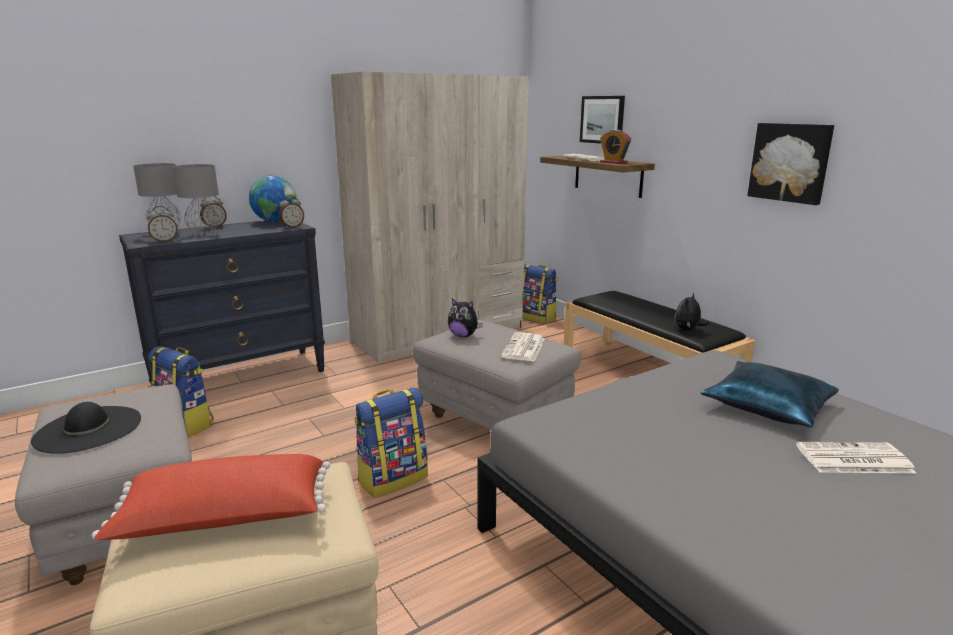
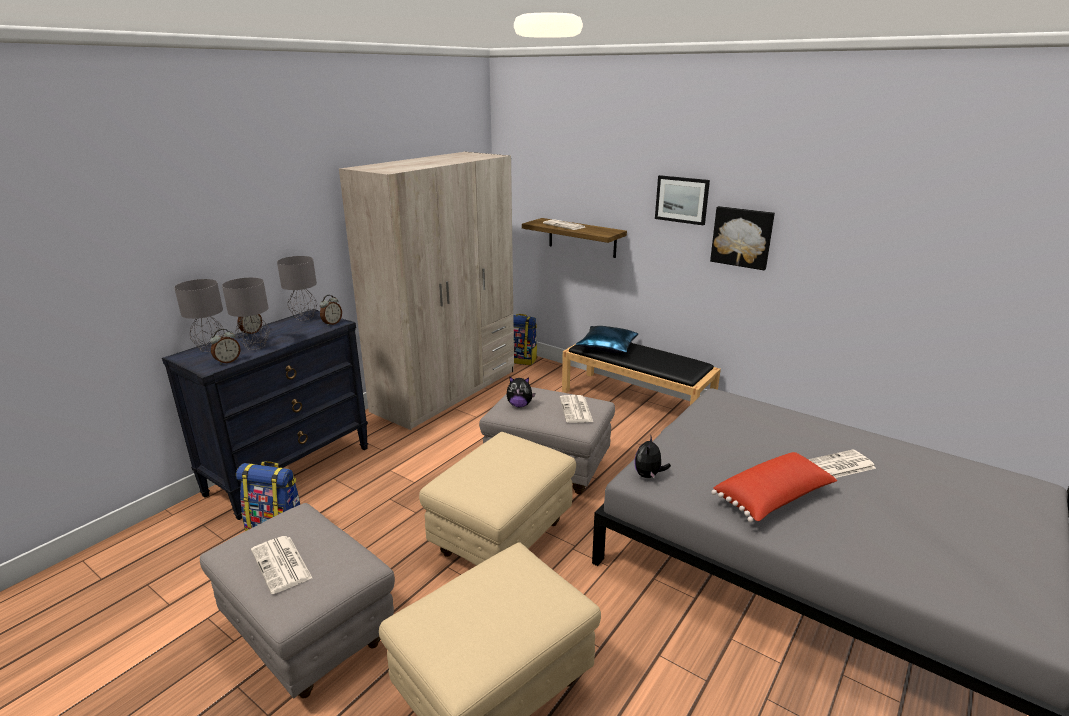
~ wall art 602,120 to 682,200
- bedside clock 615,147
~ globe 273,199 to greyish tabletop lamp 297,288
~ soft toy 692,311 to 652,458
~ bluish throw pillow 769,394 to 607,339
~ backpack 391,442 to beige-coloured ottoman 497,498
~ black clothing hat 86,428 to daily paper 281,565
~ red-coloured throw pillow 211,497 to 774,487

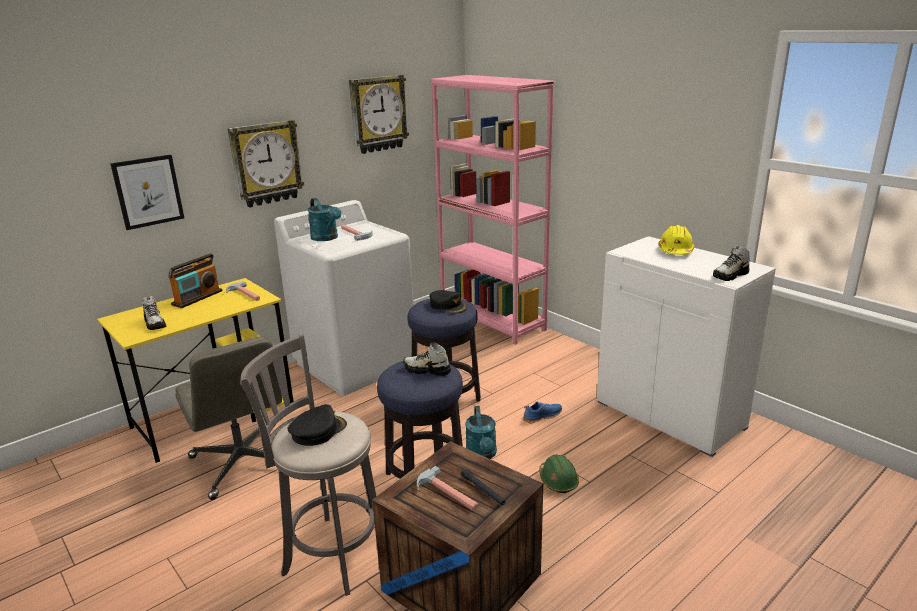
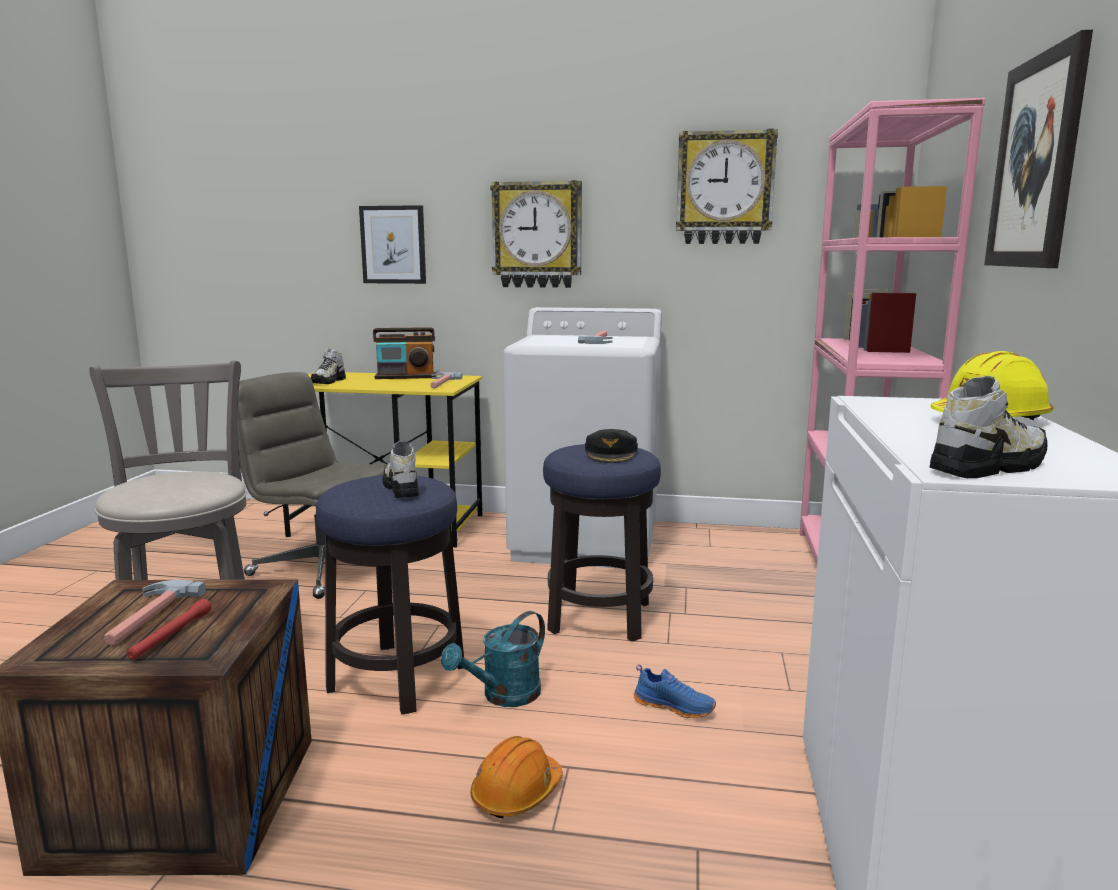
- turquoise-coloured watering pot 324,219
~ item of footwear 731,263 = 988,427 135 degrees clockwise
~ greyish computer chair 228,418 = 312,485 105 degrees clockwise
- black baseball cap 317,425
~ greenish safety helmet 559,473 to orange safety helmet 516,777
~ black torch 483,486 to red-coloured torch 169,629
+ wall art 1038,149

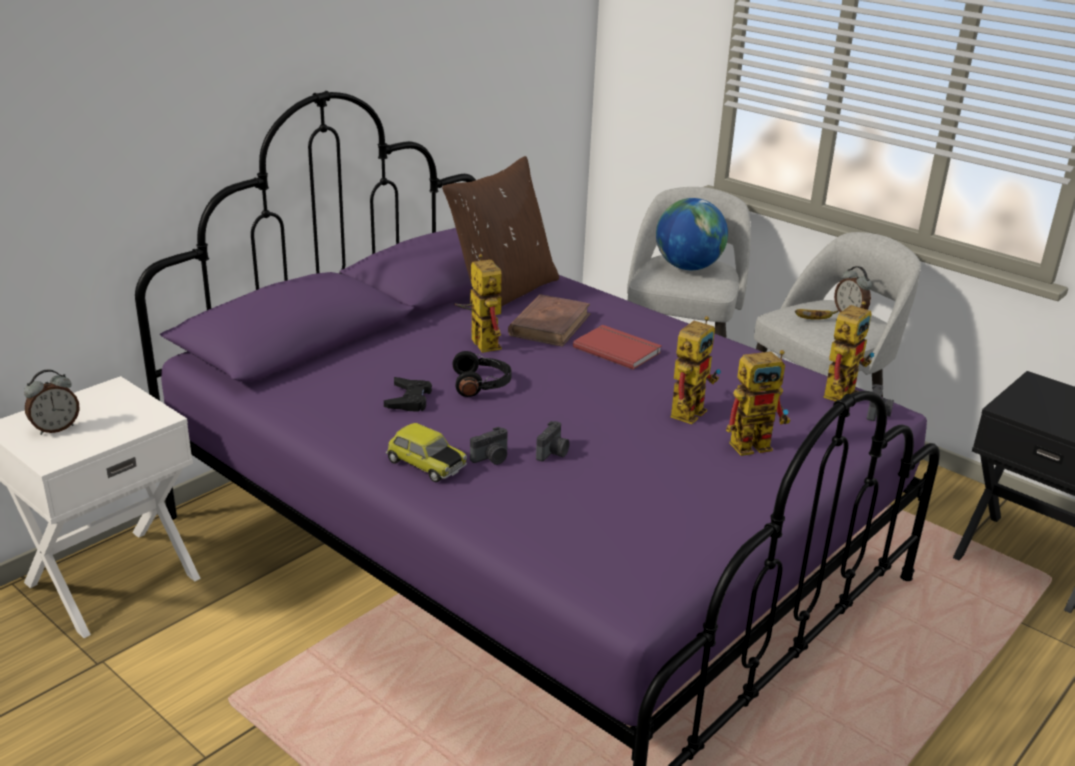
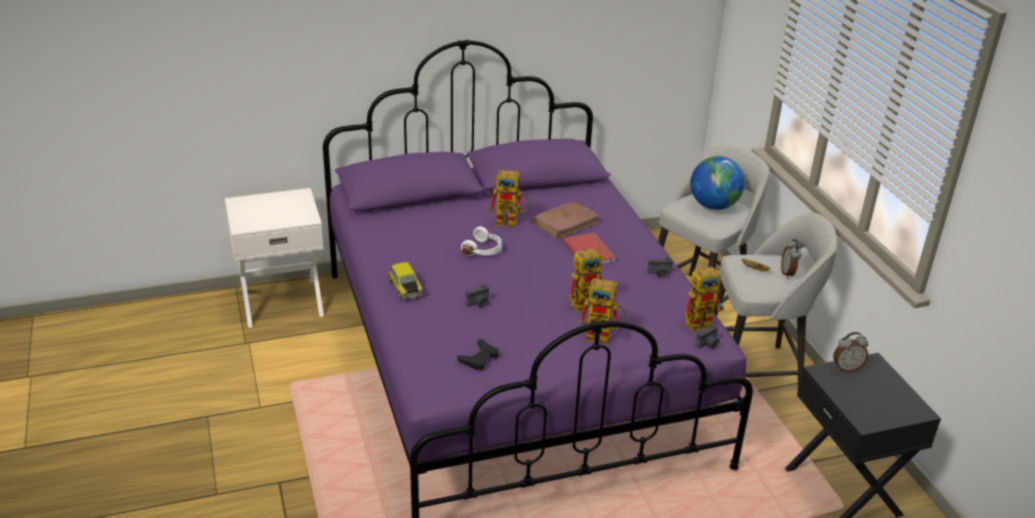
- brown-coloured throw pillow 500,231
~ model robot 478,303 = 509,199 90 degrees clockwise
~ black headphones 482,374 to white headphones 481,241
~ bedside clock 51,402 to 850,352
~ black game controller 408,394 to 478,354
~ photo camera 489,446 to 660,267

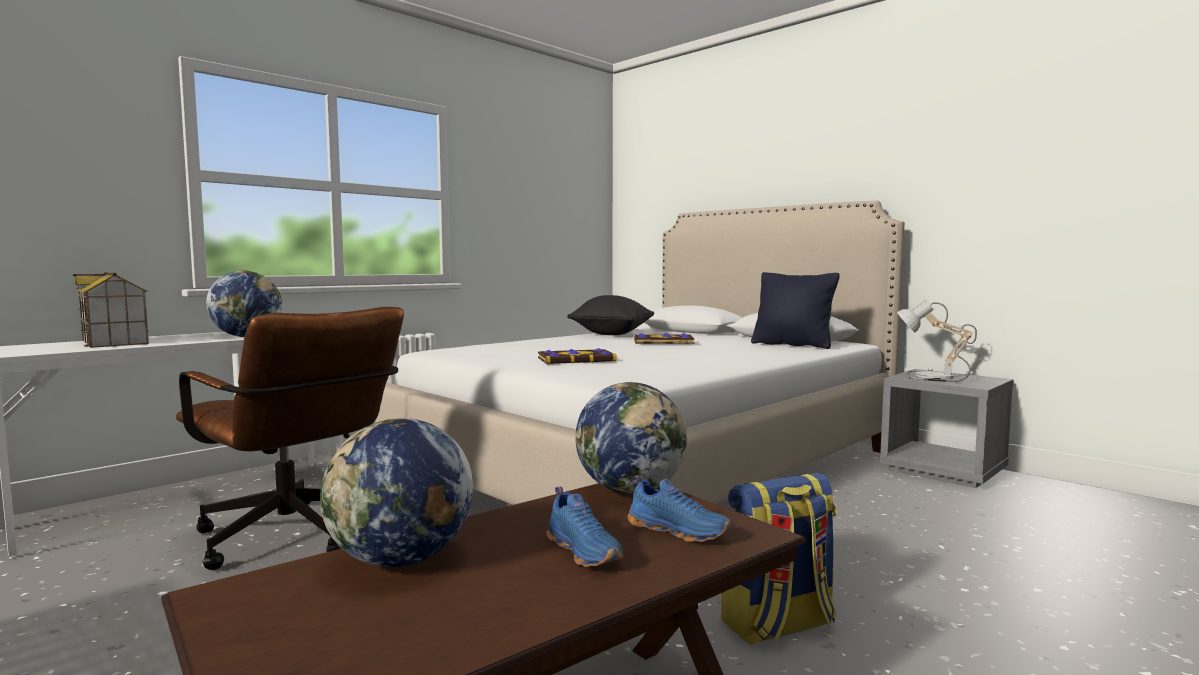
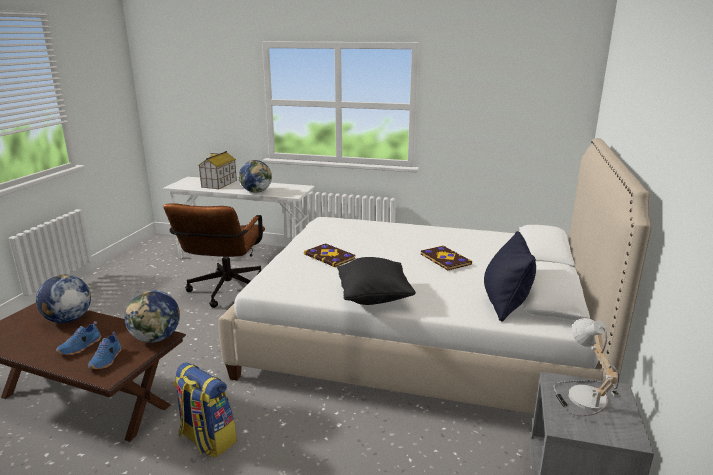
~ black throw pillow 610,315 to 376,281

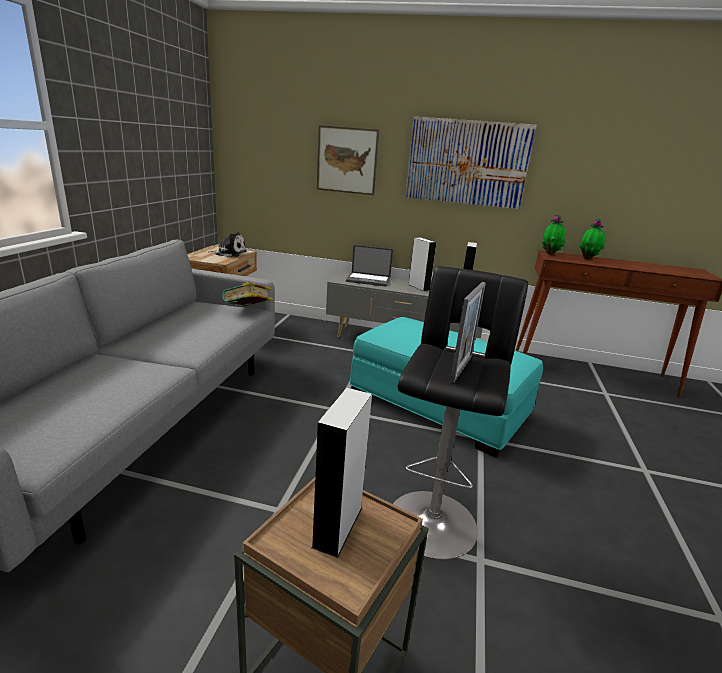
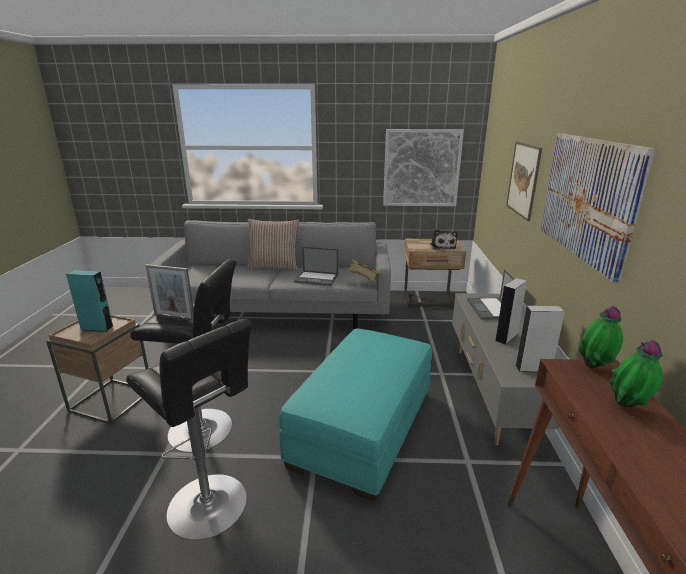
~ greyish audio speaker 341,473 to turquoise-coloured audio speaker 90,301
+ wall art 423,167
+ throw pillow 272,245
+ portable computer 316,266
+ black stool 189,429

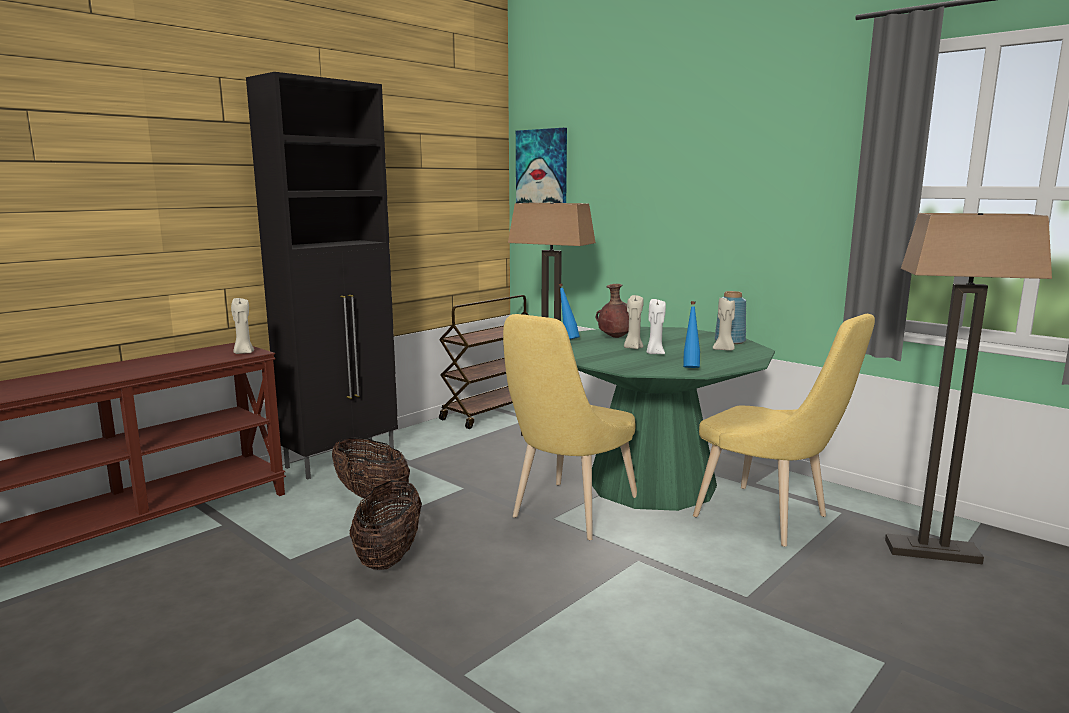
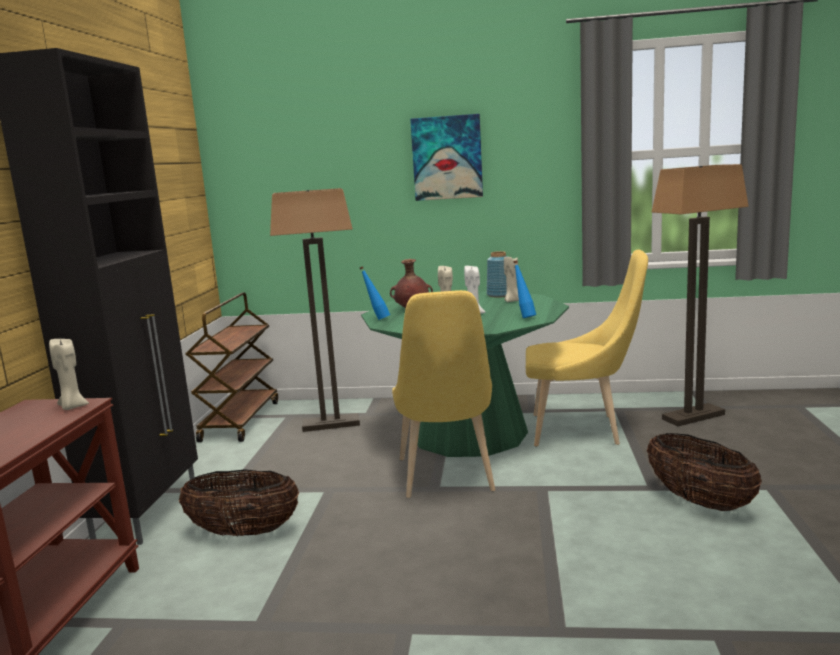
~ wall art 541,165 to 446,157
~ household basket 386,525 to 704,472

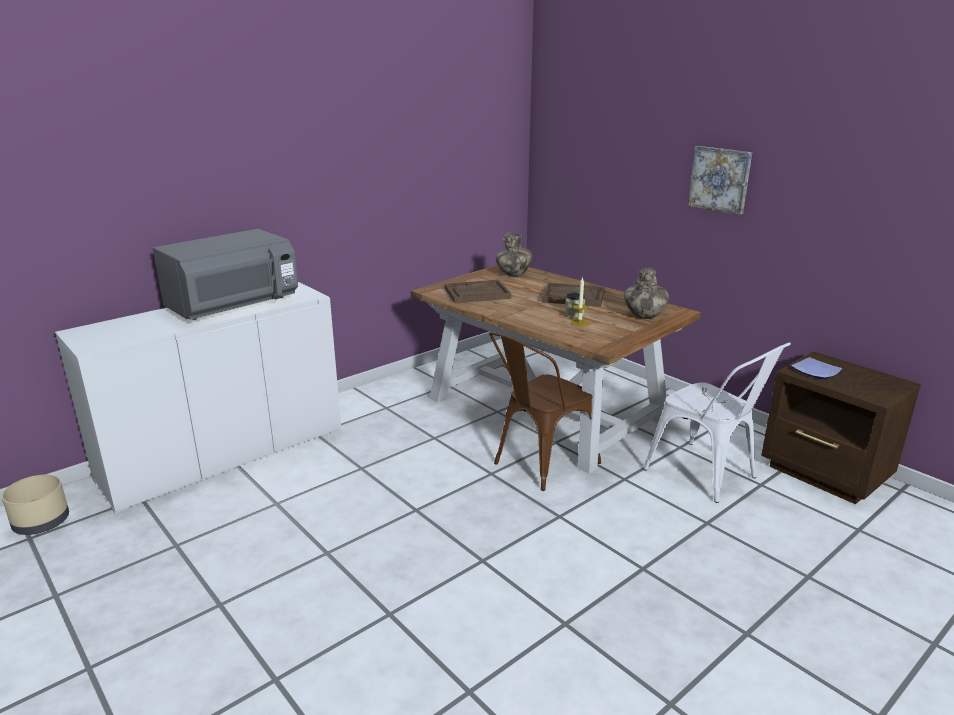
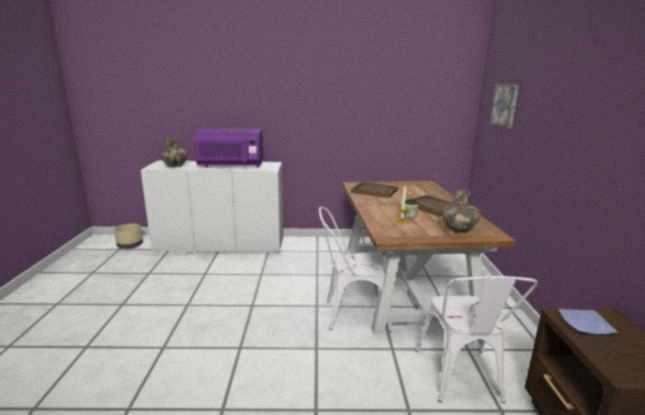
~ wall art 720,180 to 504,106
~ greyish kitchen microwave 225,274 to purplish kitchen microwave 228,147
~ flower vase 514,254 to 174,151
~ brown-coloured upright chair 545,411 to white upright chair 355,269

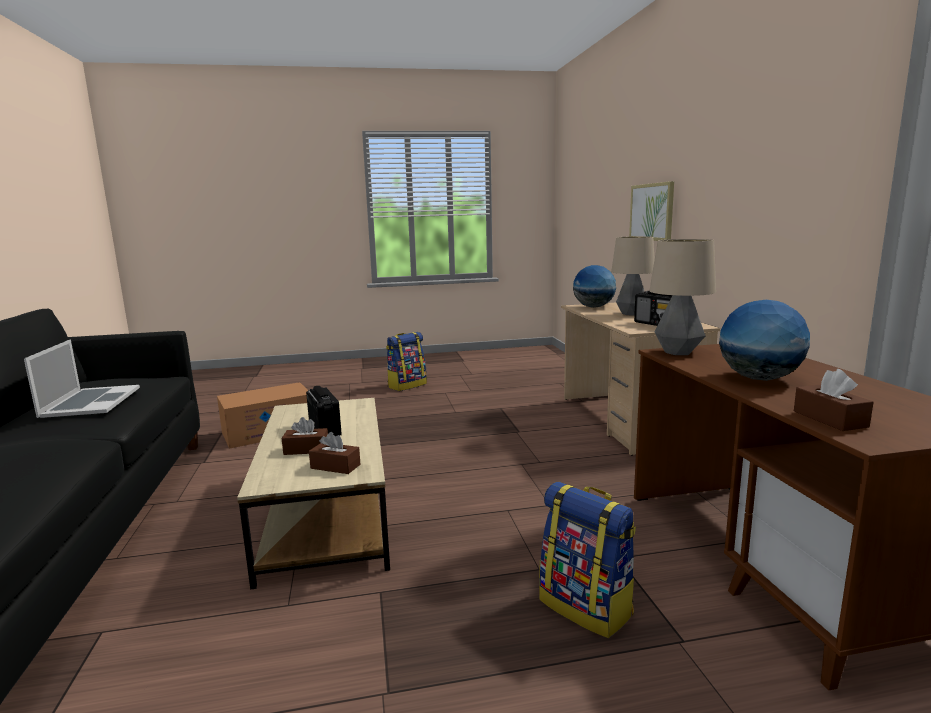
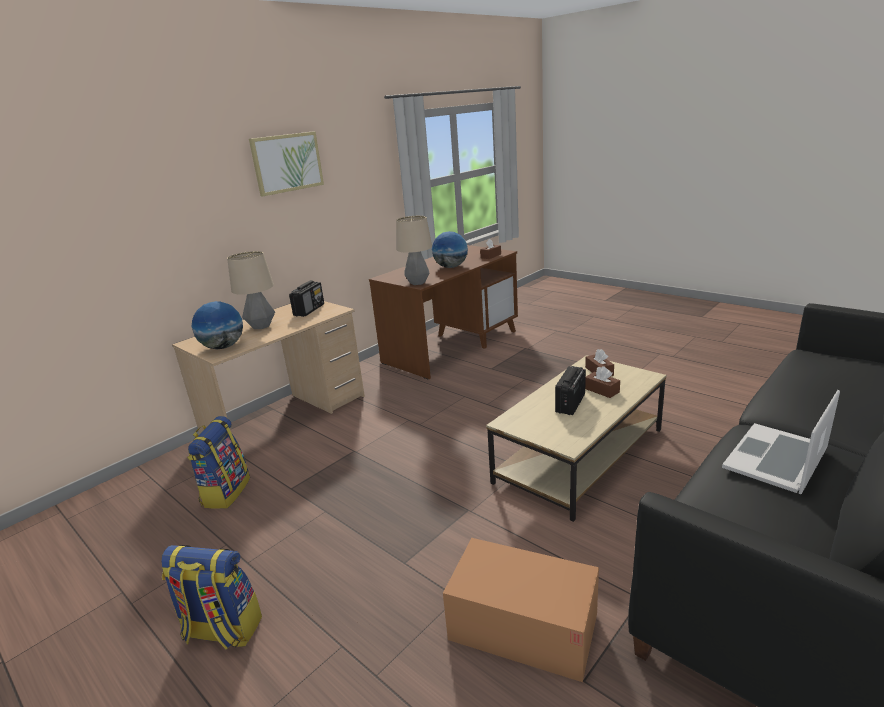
~ wall art 651,211 to 286,163
~ backpack 587,560 to 218,462

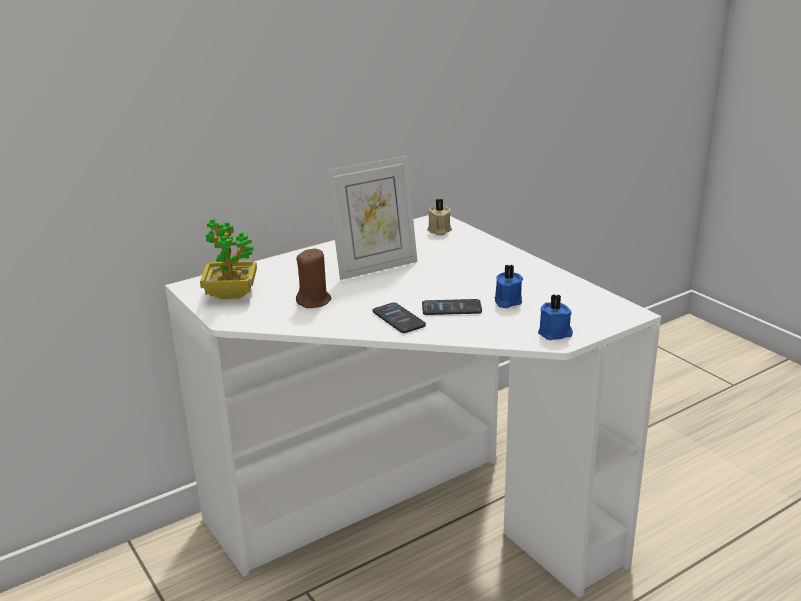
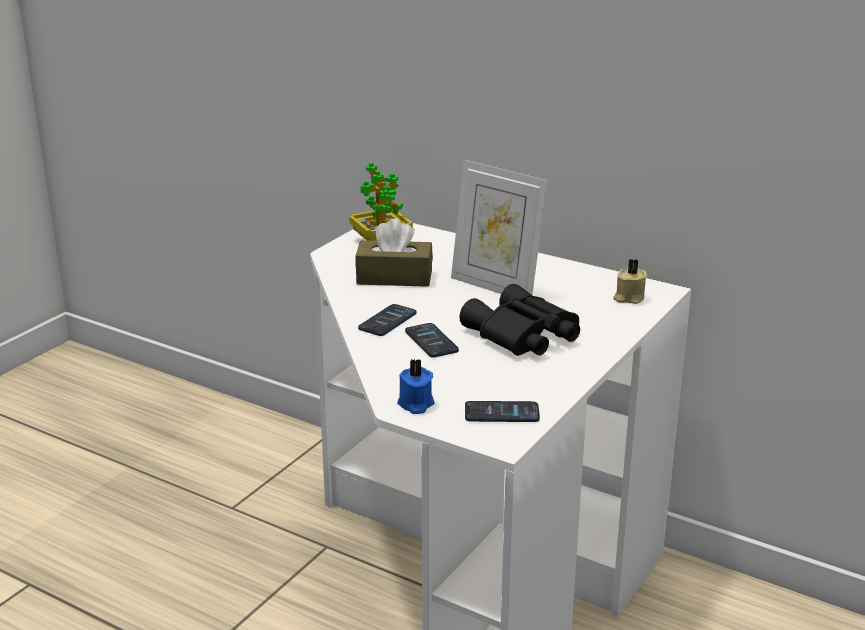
~ brown-coloured wax candle 313,278 to brown-coloured box of tissues 394,253
- bluish wax candle 509,286
+ black binoculars 520,320
+ handset 502,411

